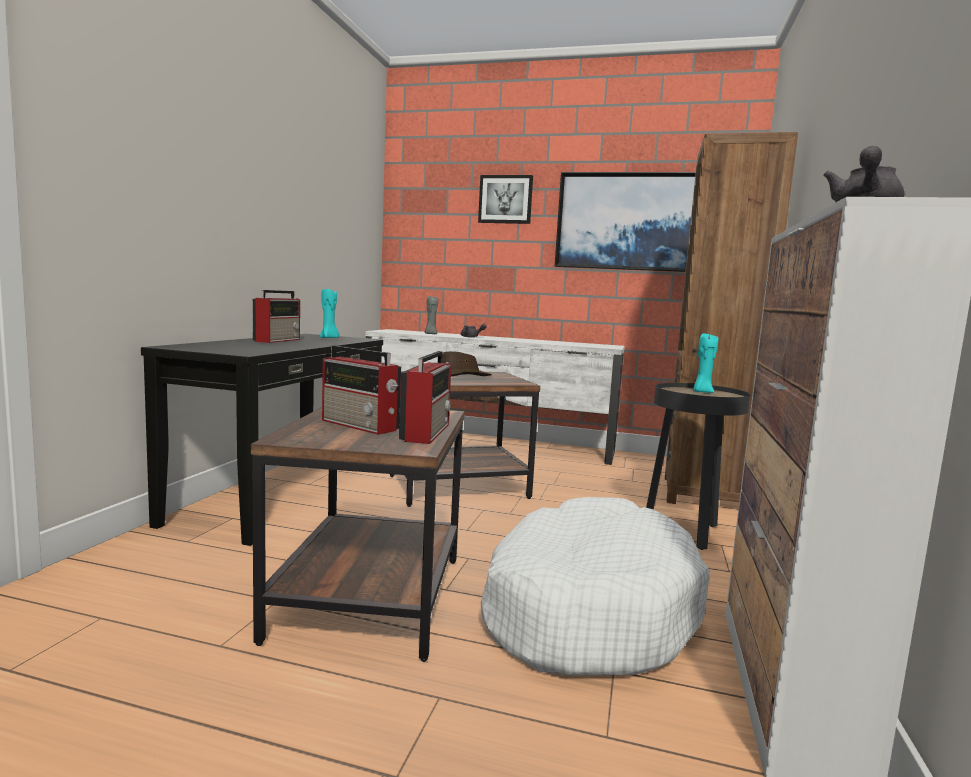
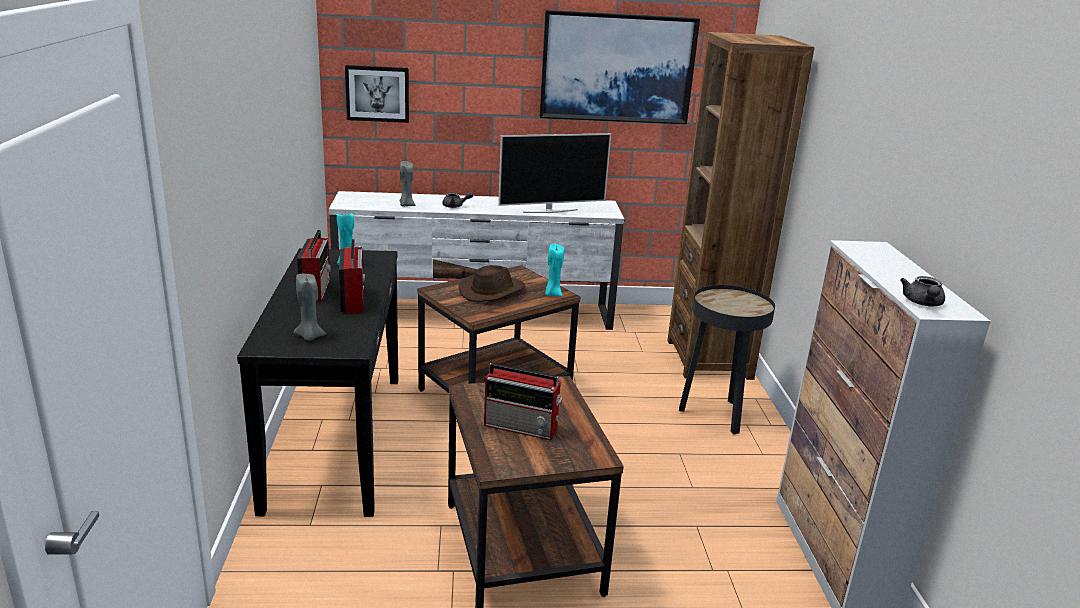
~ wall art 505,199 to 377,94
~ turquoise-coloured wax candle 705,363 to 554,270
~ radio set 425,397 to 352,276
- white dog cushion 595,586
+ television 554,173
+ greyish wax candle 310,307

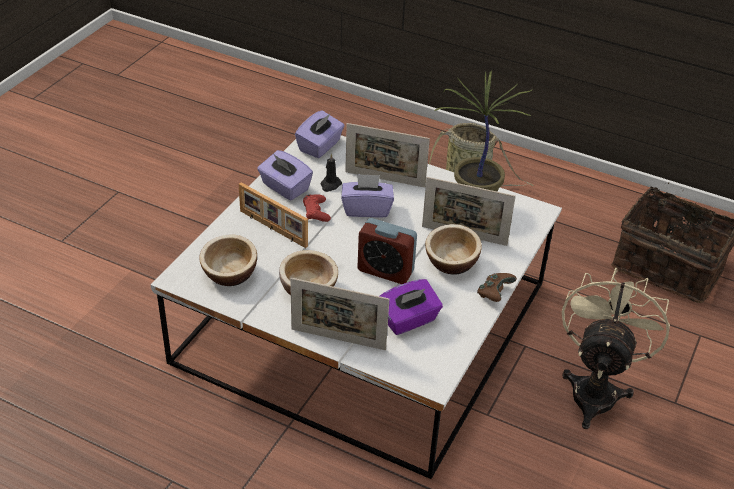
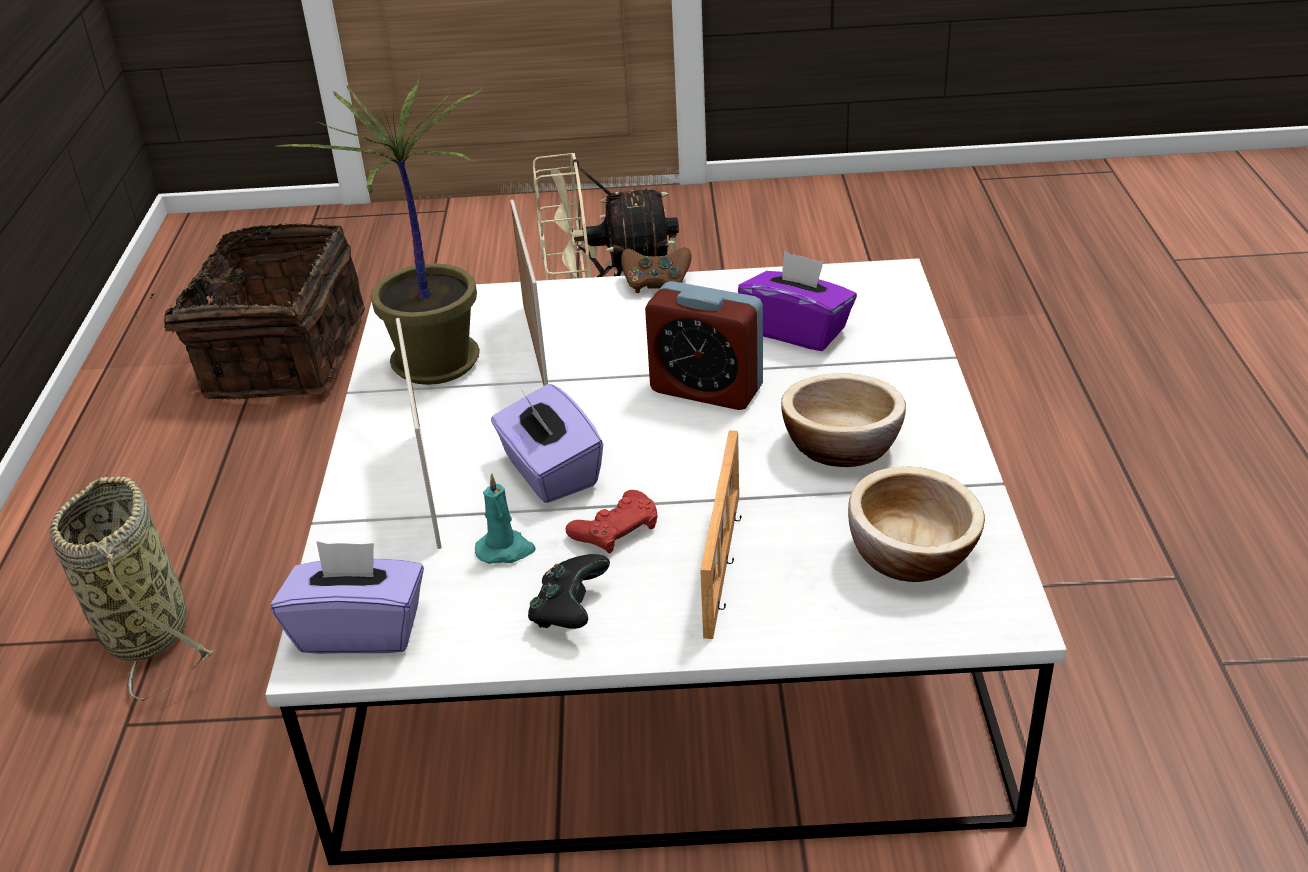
~ purplish box of tissues 285,175 to black game controller 569,591
~ black wax candle 331,172 to turquoise-coloured wax candle 505,518
~ bedside clock 387,251 = 704,345 120 degrees clockwise
- serving bowl 453,249
- picture frame 339,314

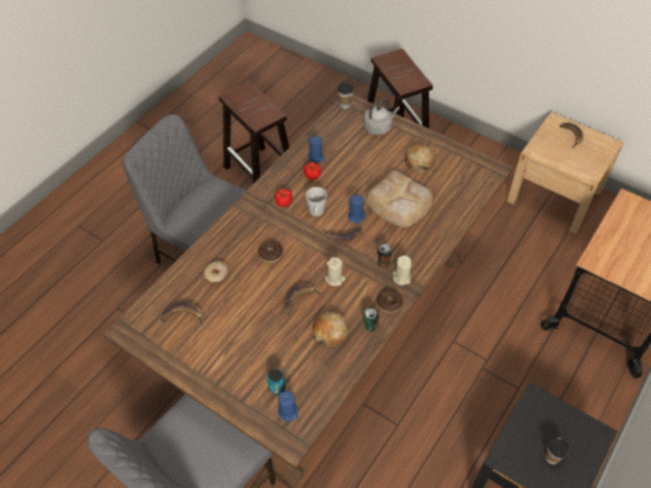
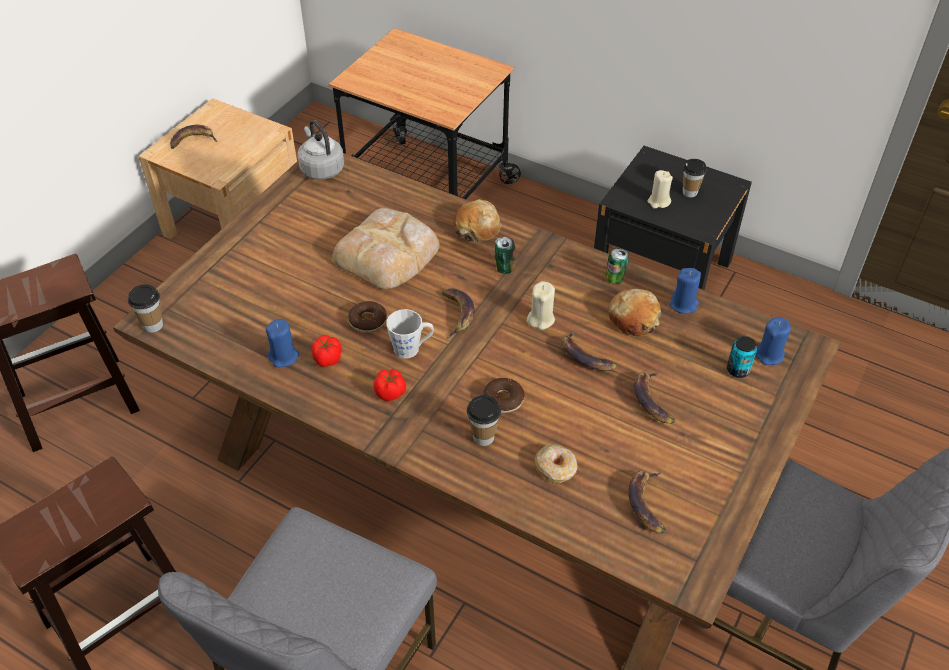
~ greyish tea kettle 381,117 to 321,150
~ bakery bread 420,158 to 477,220
~ bluish wax candle 356,209 to 685,291
~ beige-coloured wax candle 402,270 to 660,189
~ donut 390,301 to 367,317
+ banana 654,397
+ small cup 484,420

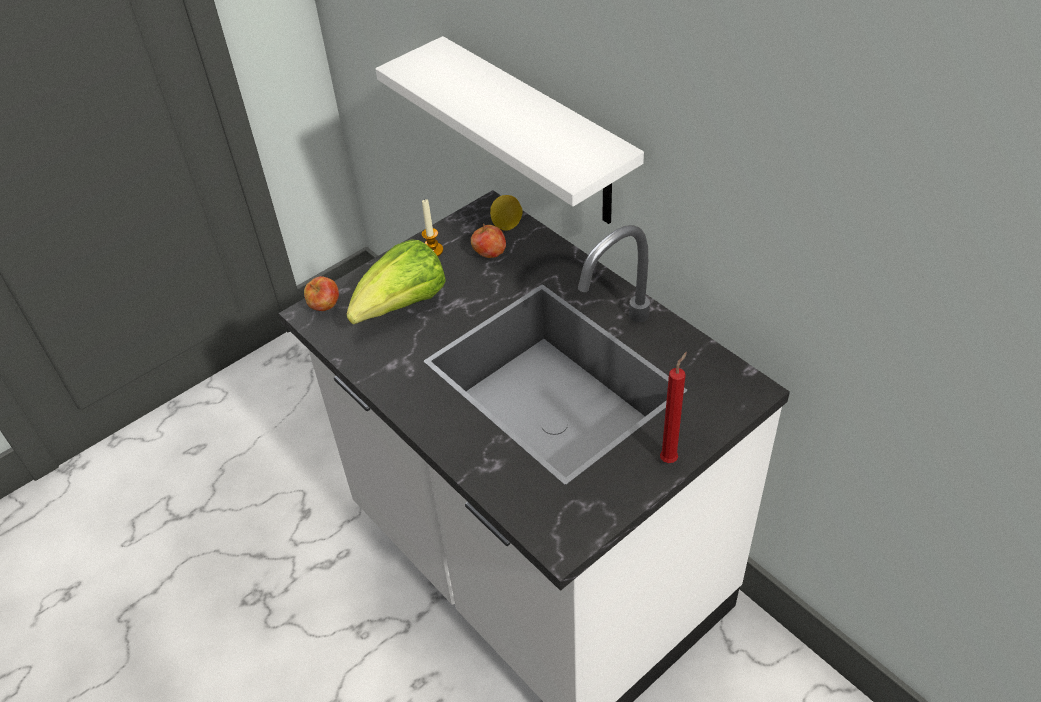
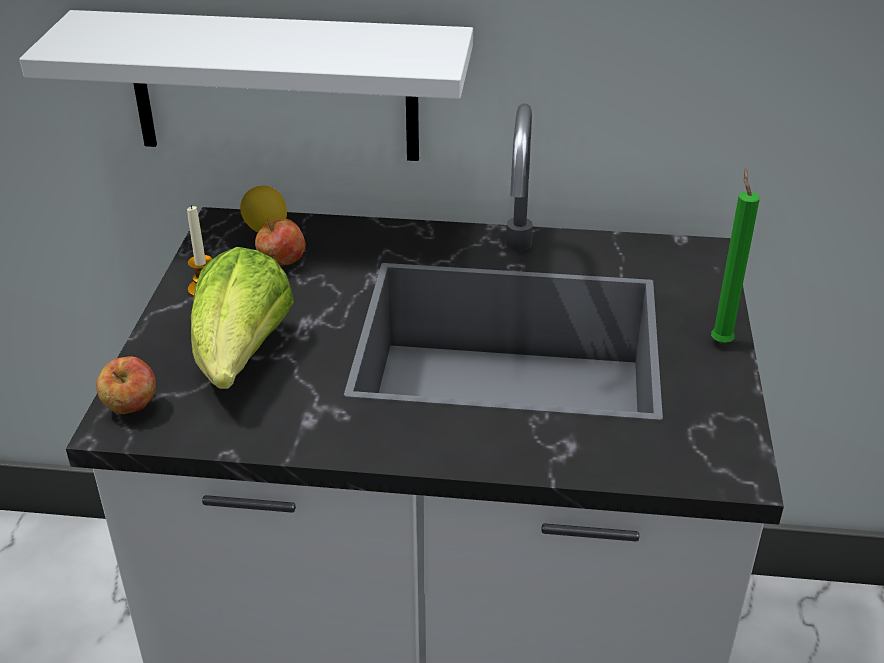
~ red-coloured wax candle 673,407 to greenish wax candle 735,256

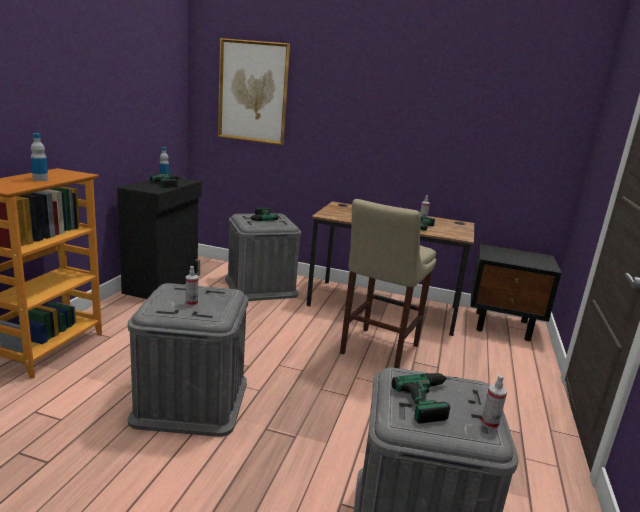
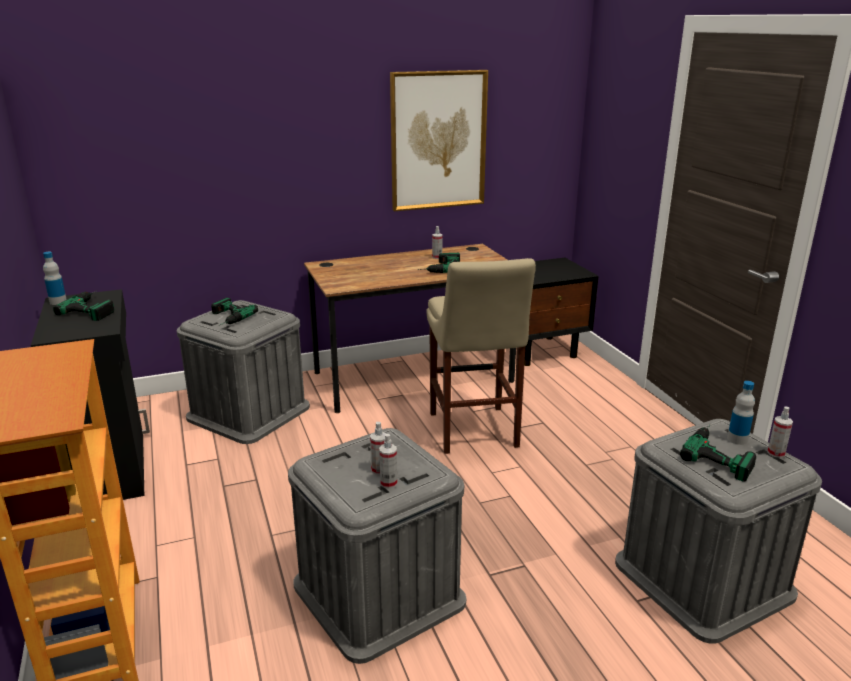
~ wall art 254,91 to 439,140
~ drink bottle 39,157 to 741,413
+ spray bottle 388,461

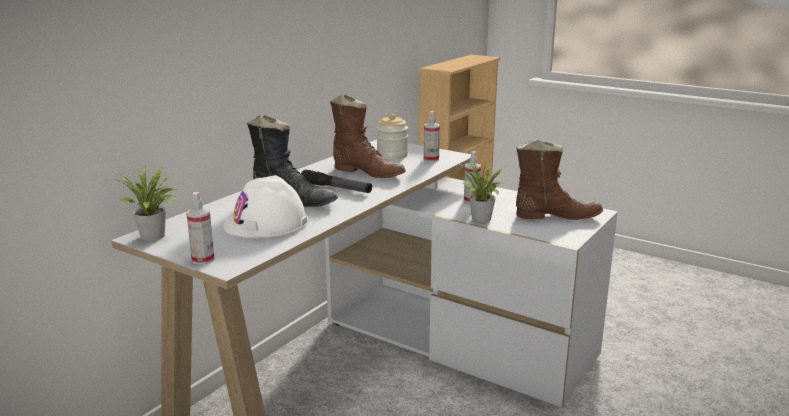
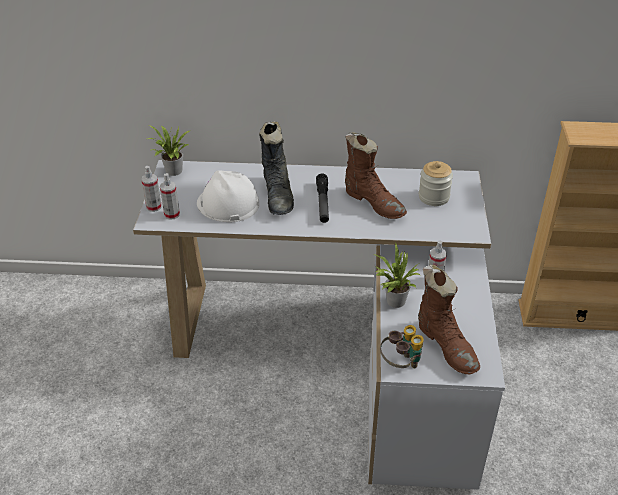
~ brown-coloured high-top boot 368,136 = 376,175 45 degrees counterclockwise
~ spray bottle 432,136 to 170,196
+ binoculars 402,346

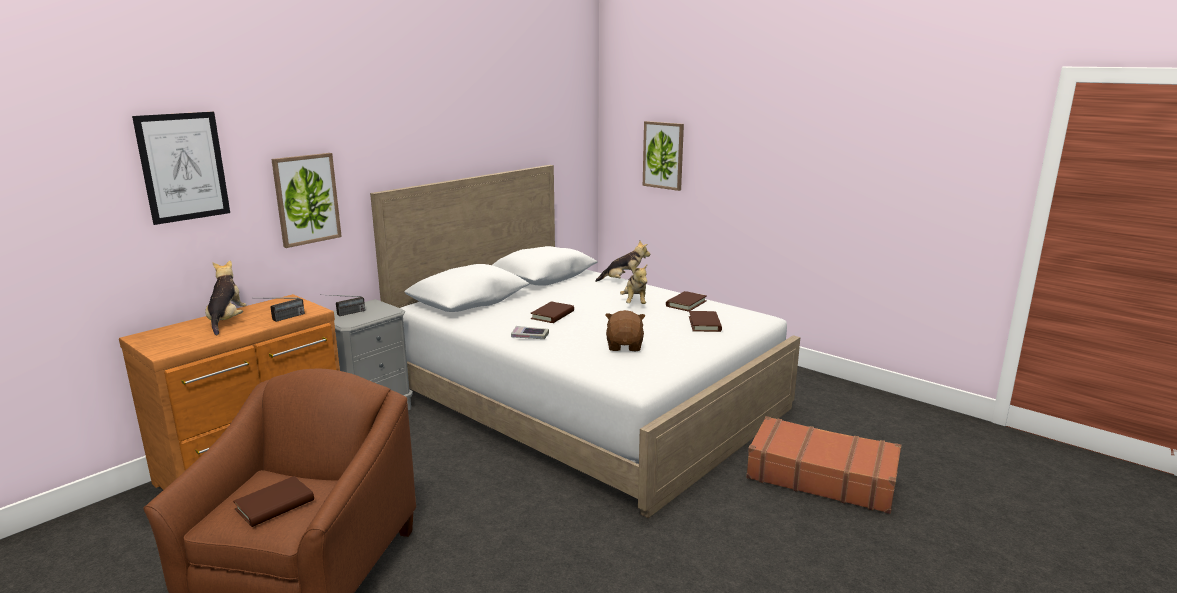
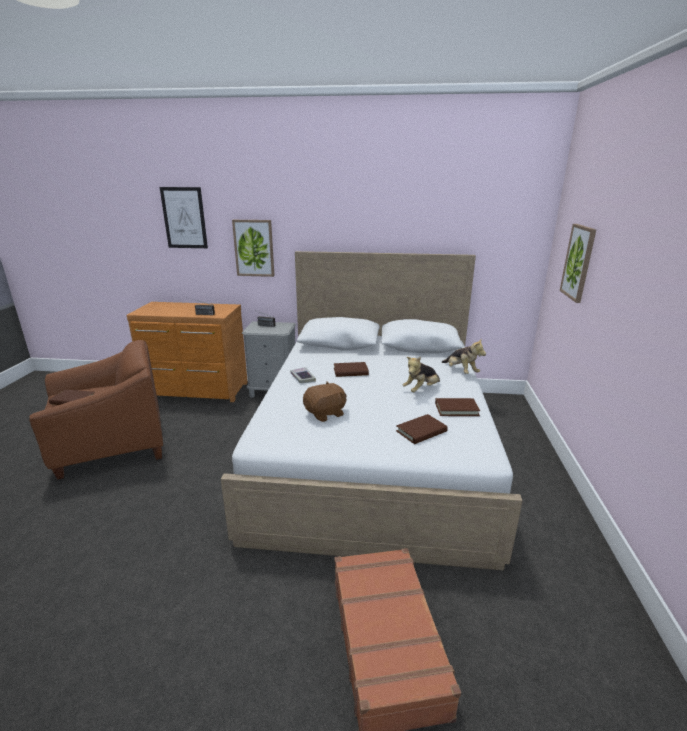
- soft toy 226,298

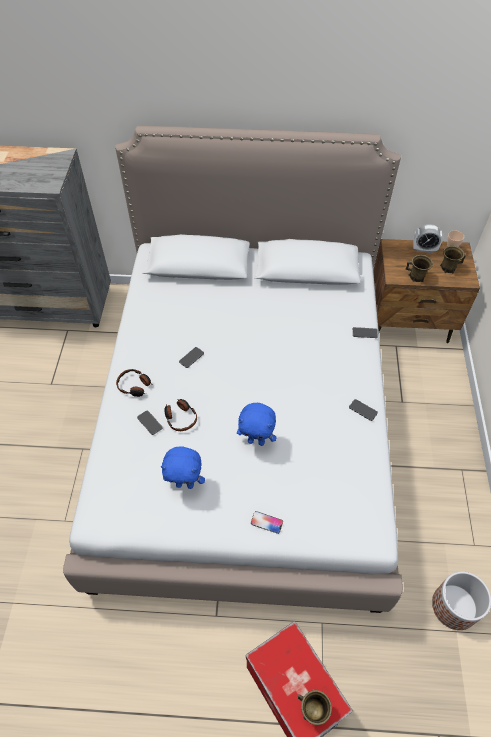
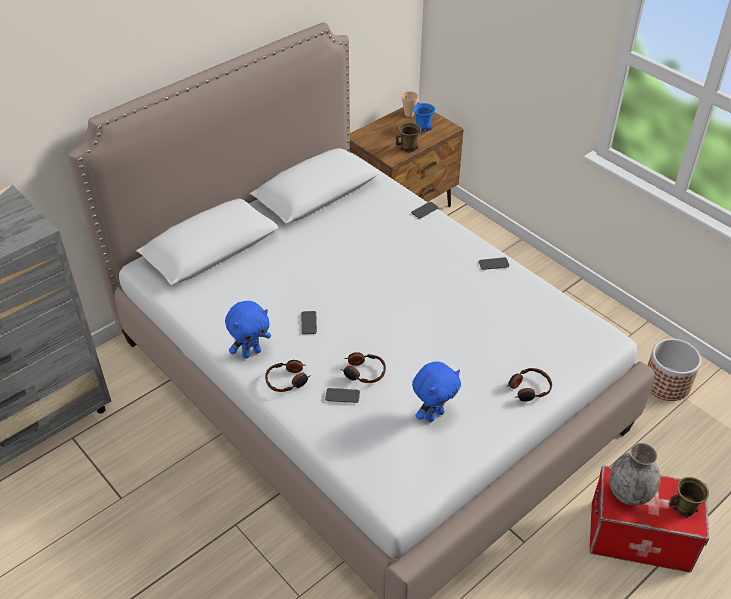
- bedside clock 428,238
~ brown-coloured coffee mug 453,260 to bluish coffee mug 424,118
~ bluish soft toy 256,424 to 248,330
~ handset 267,522 to headphones 529,385
+ greyish flower vase 634,474

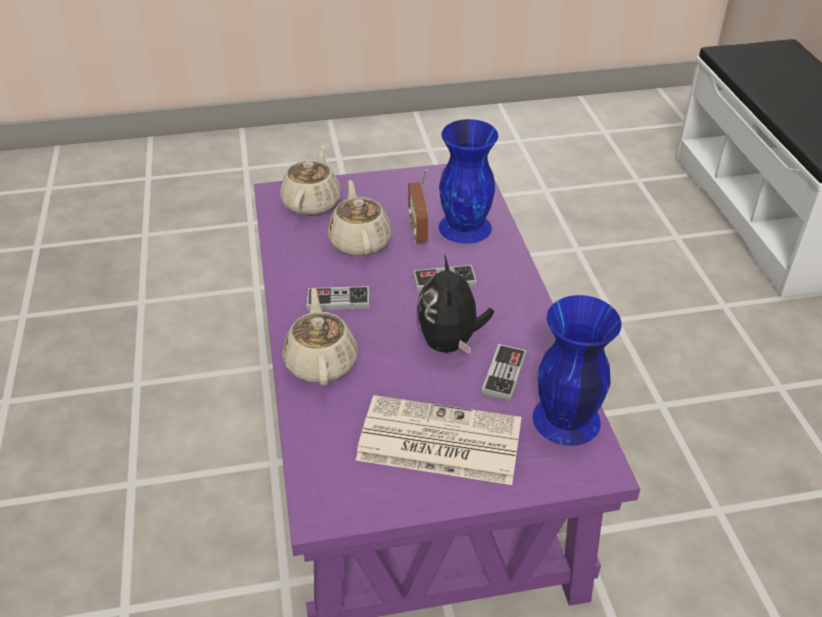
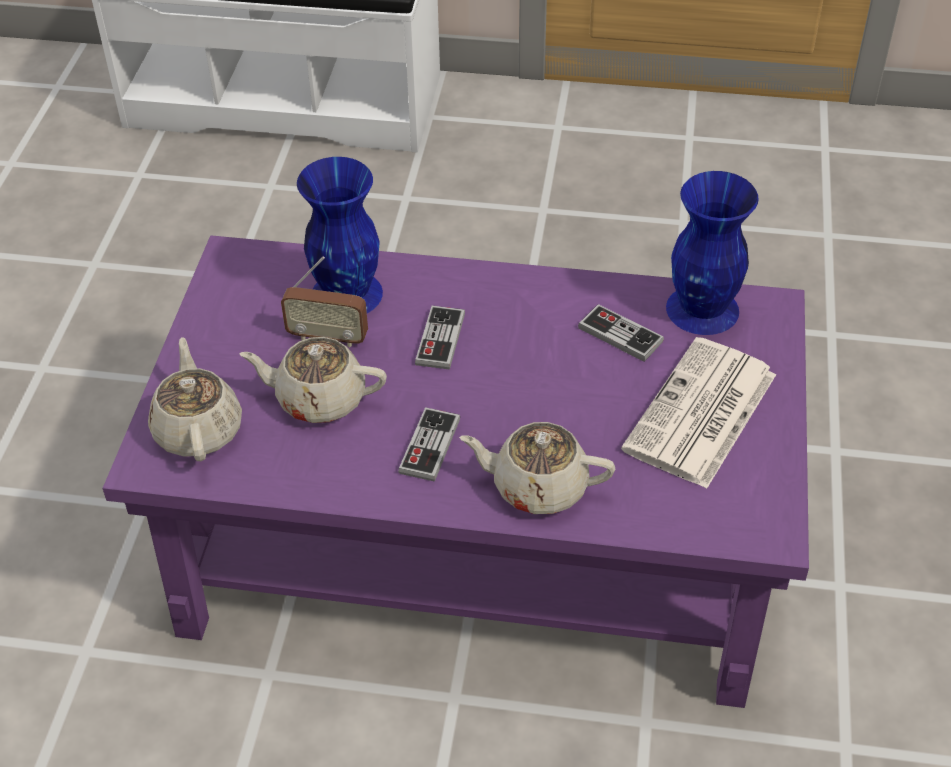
~ beige-coloured tea pot 310,180 = 195,399 45 degrees clockwise
- soft toy 455,304

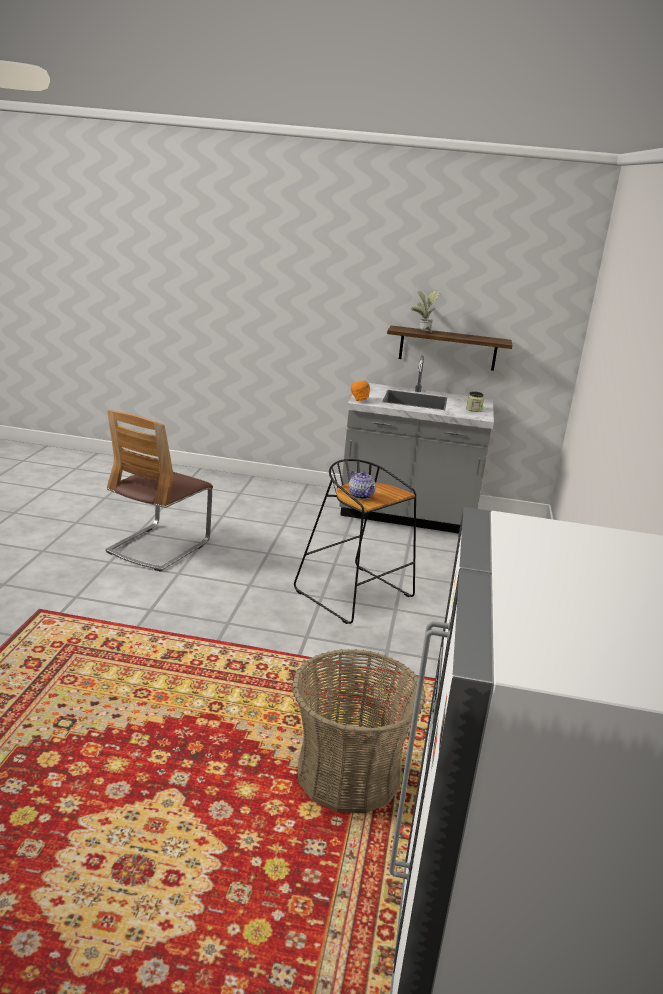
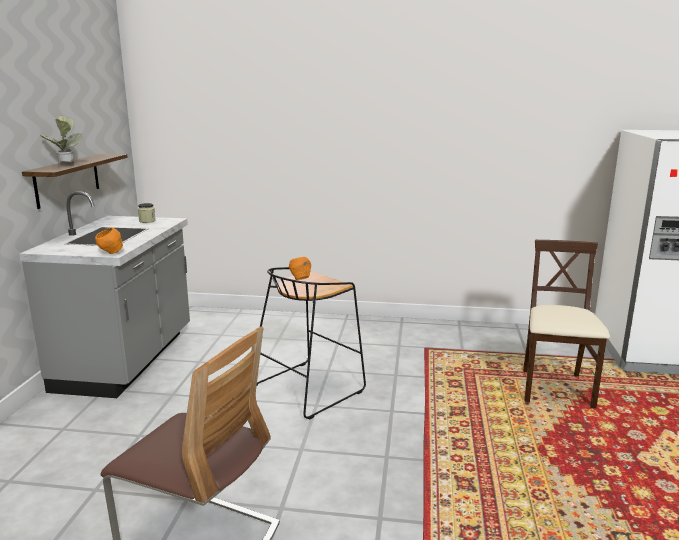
- tea pot 362,485
~ household basket 359,731 to beige-coloured upright chair 566,324
+ orange serving bowl 300,268

